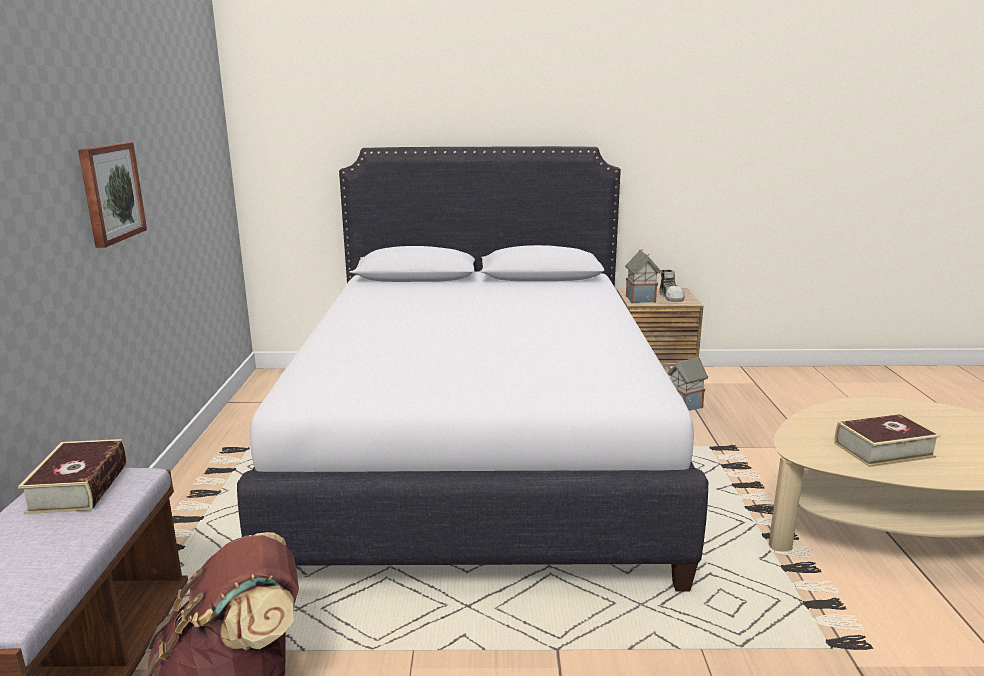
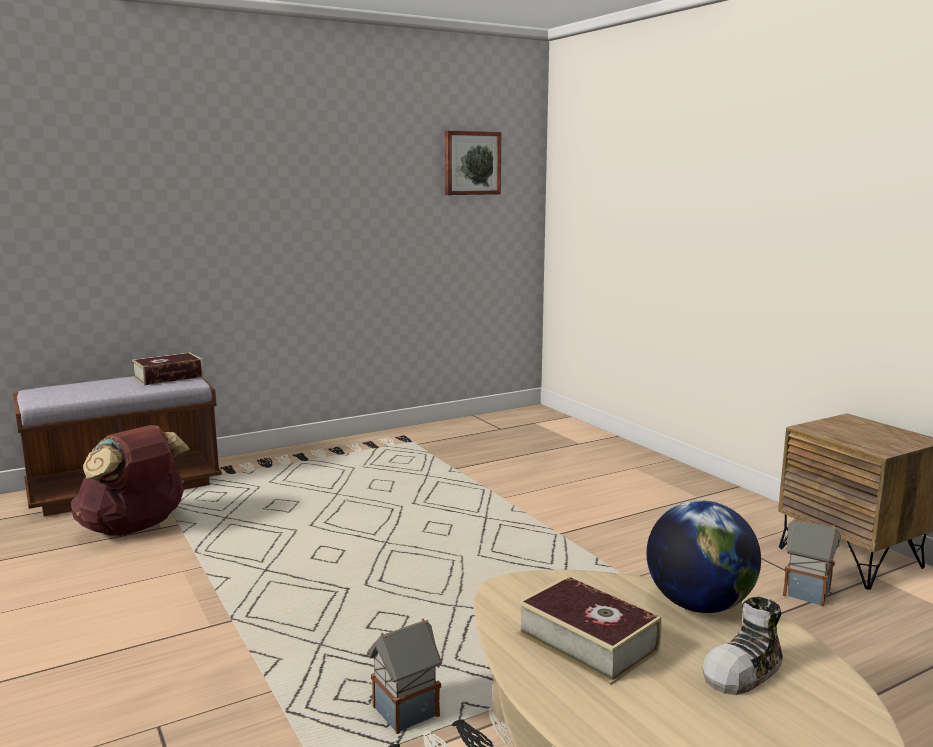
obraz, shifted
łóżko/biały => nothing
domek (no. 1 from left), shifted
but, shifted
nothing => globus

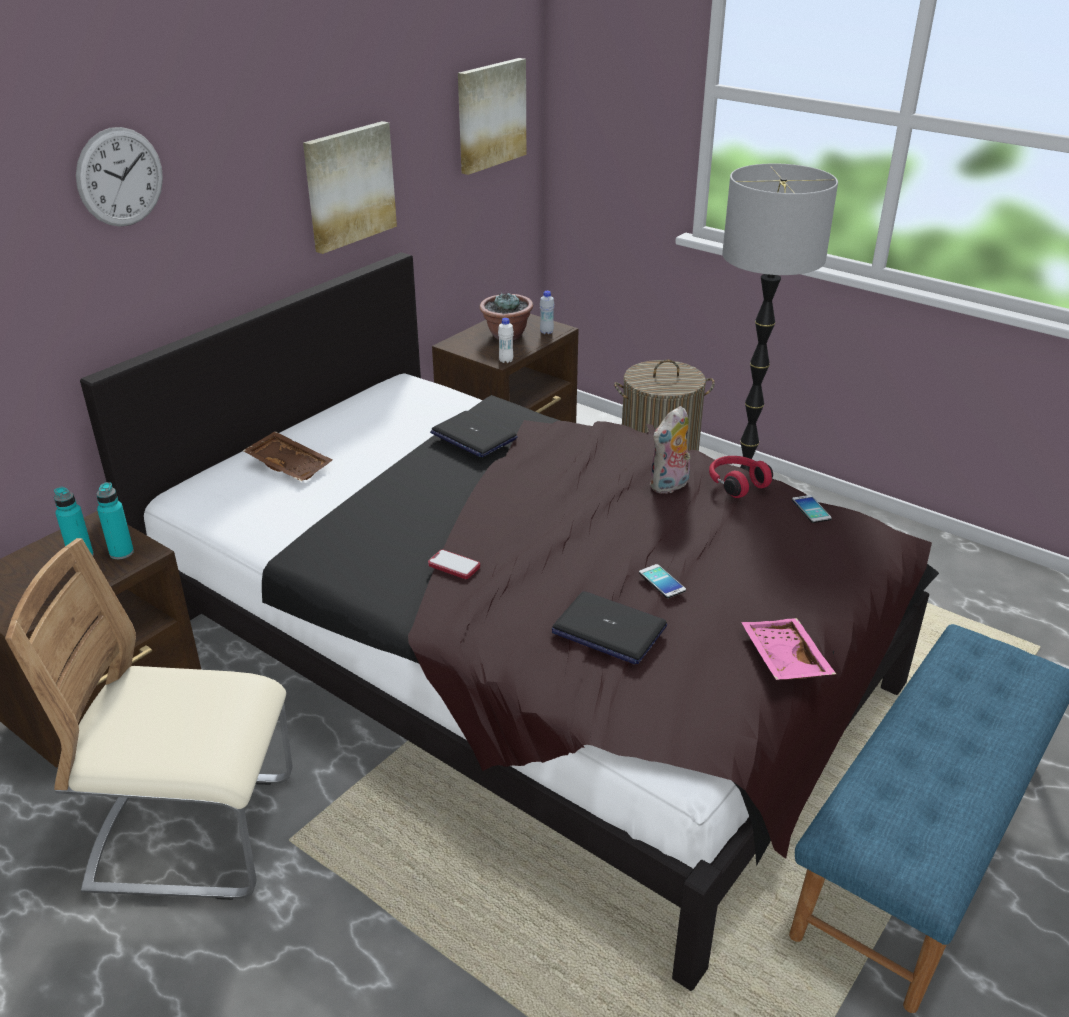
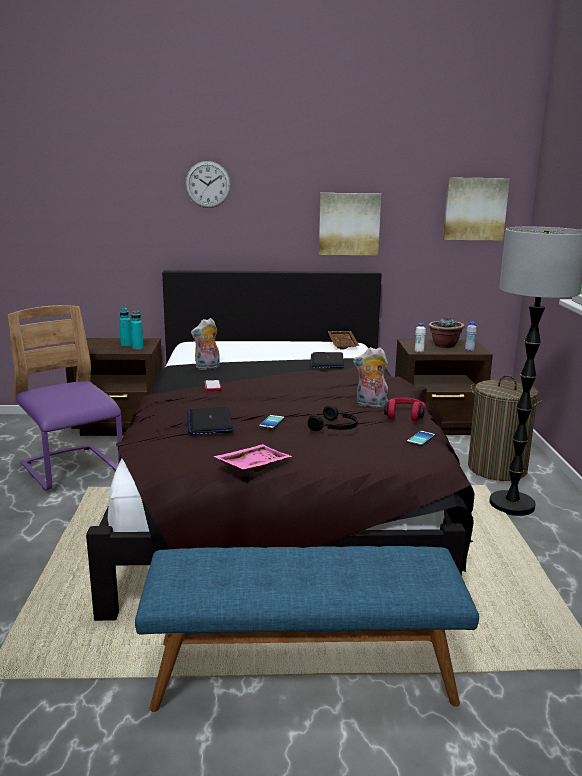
krzesło/beżowy => krzesło/fioletowy
taca/brązowy, shifted
nothing => pluszak (no. 1 from left)
nothing => słuchawki/czarny

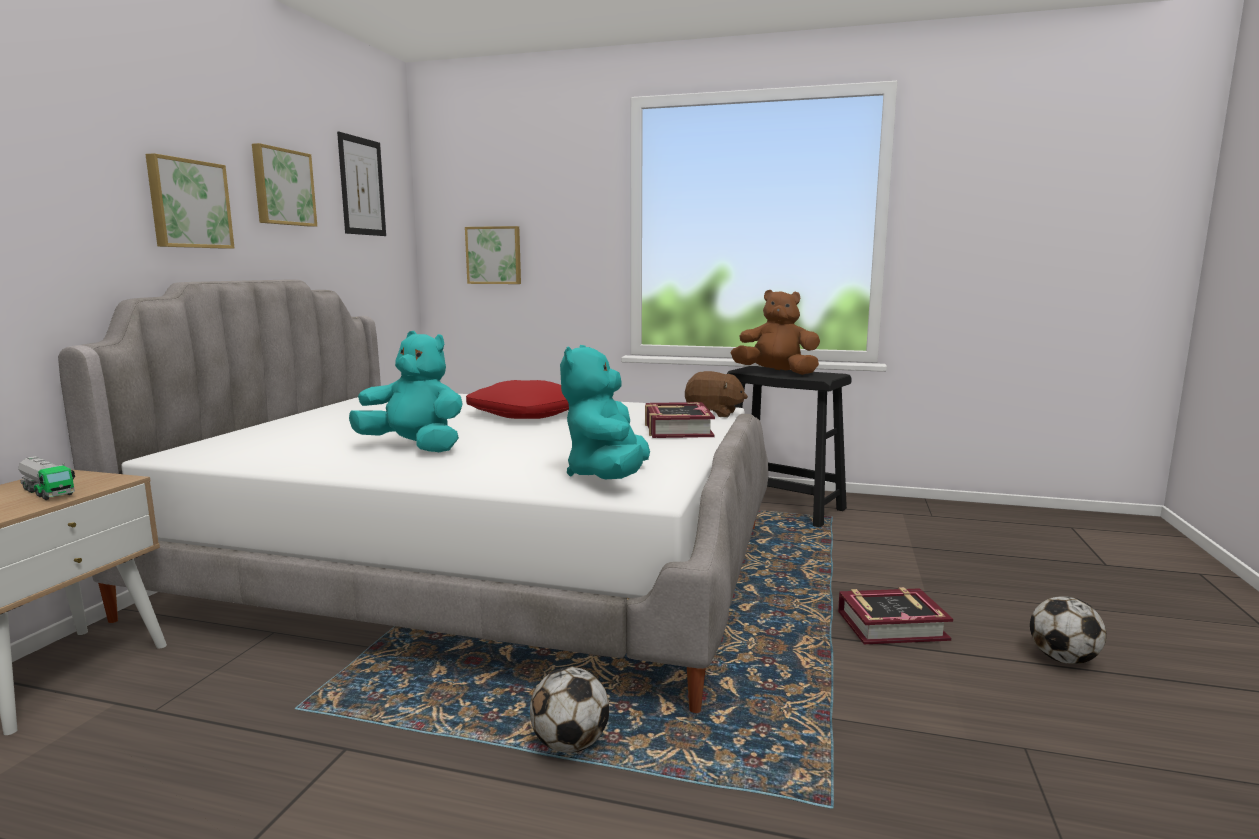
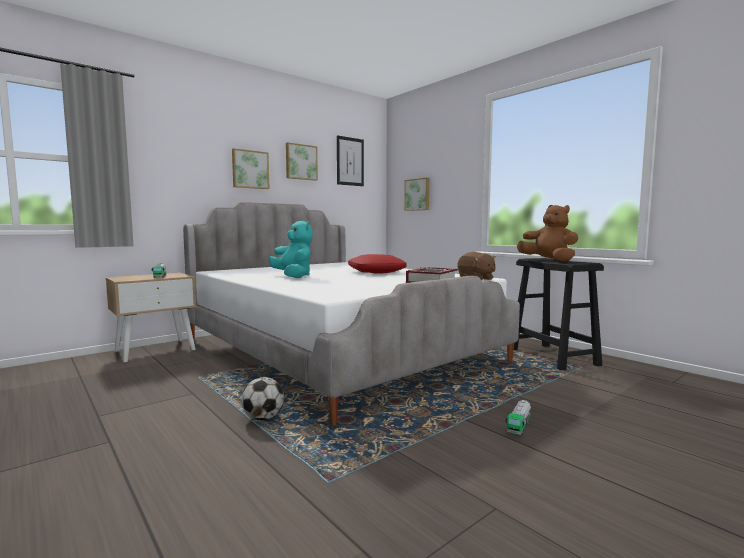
pluszak/turkusowy (no. 2 from left) => nothing
książka (no. 2 from left) => ciężarówka zabawkowa (no. 2 from left)
piłka futbolowa (no. 2 from left) => nothing

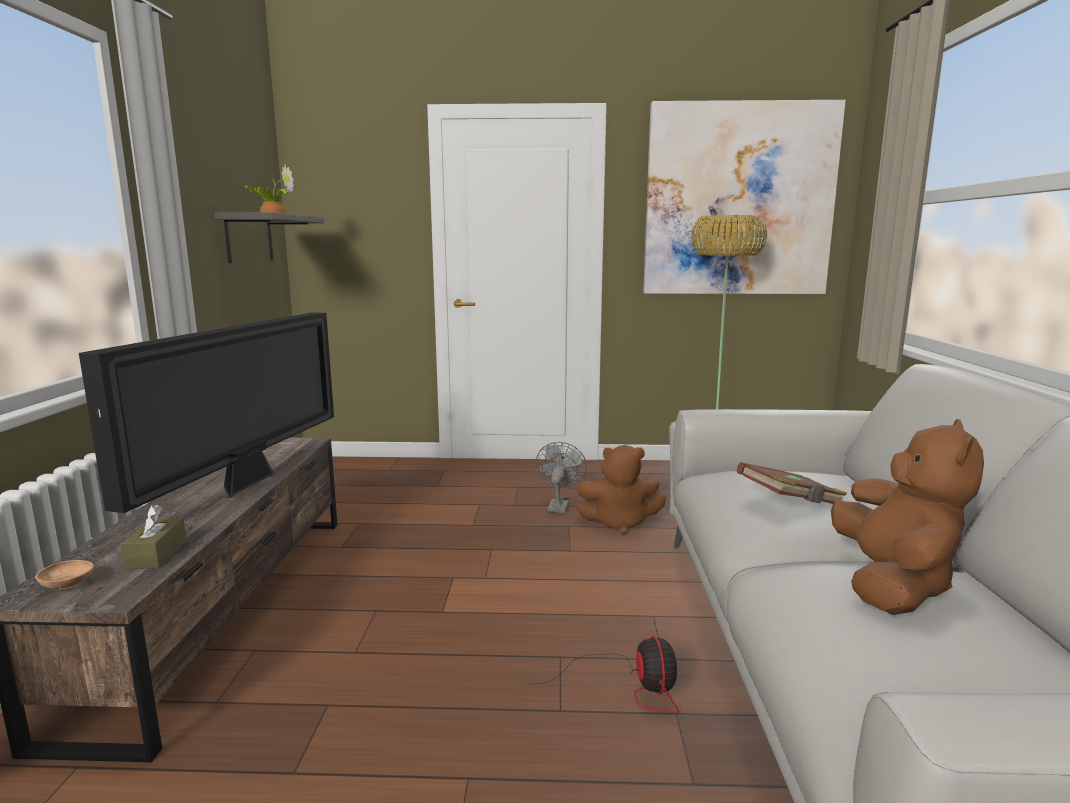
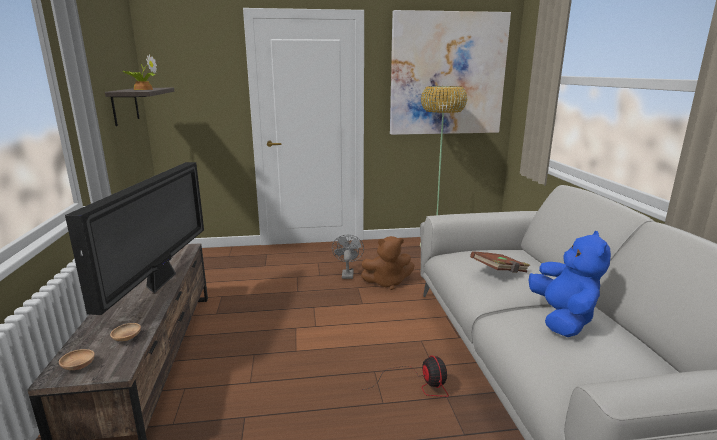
pudełko chusteczek/brązowy => miska/brązowy (no. 2 from left)
pluszak/brązowy (no. 2 from left) => pluszak/niebieski

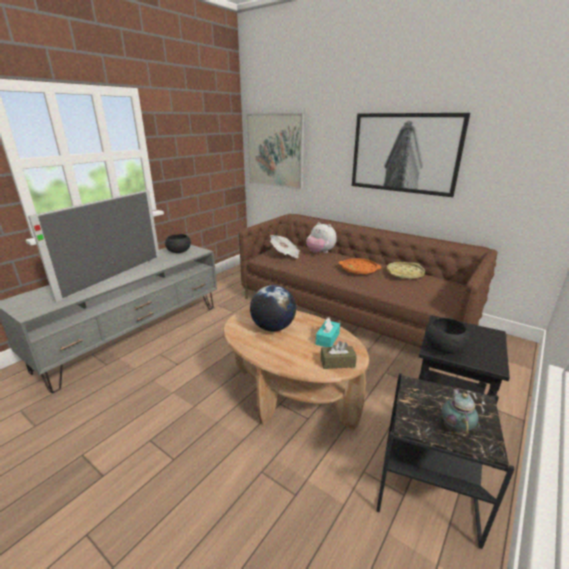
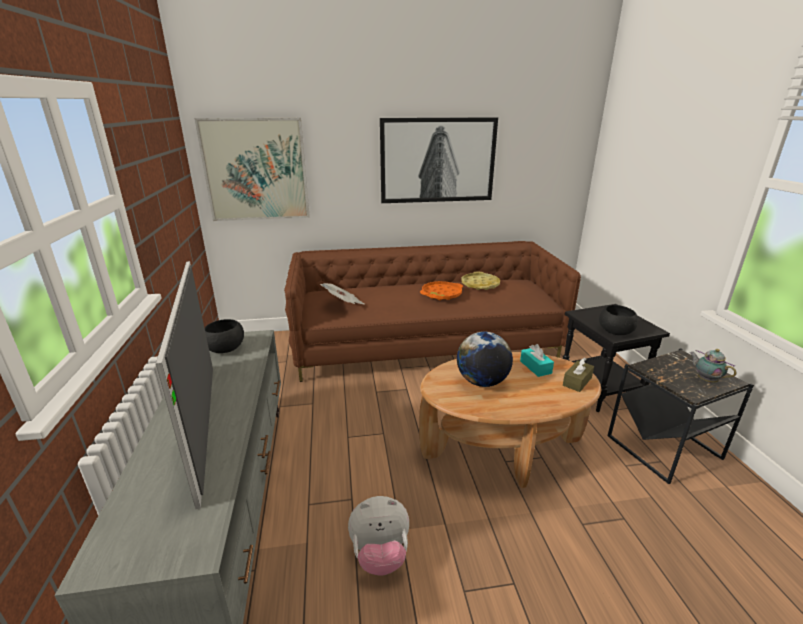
pluszak, shifted

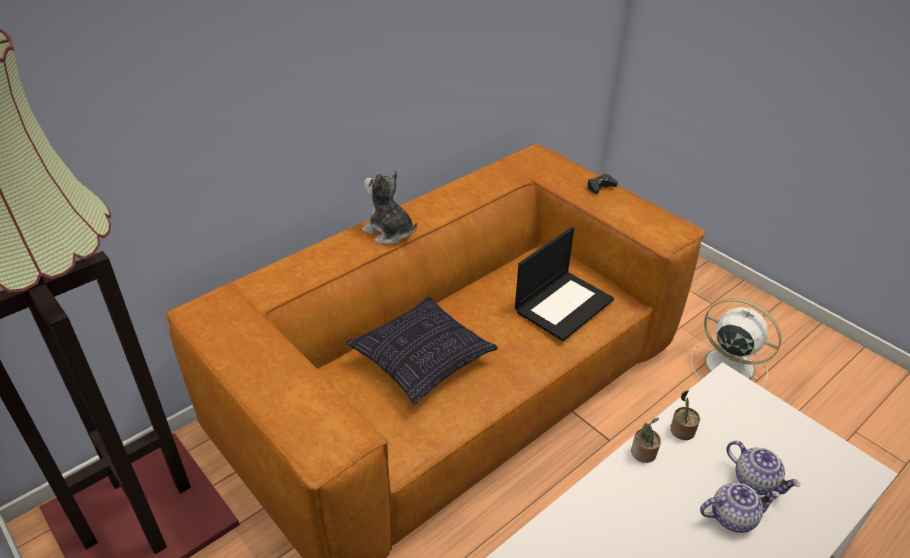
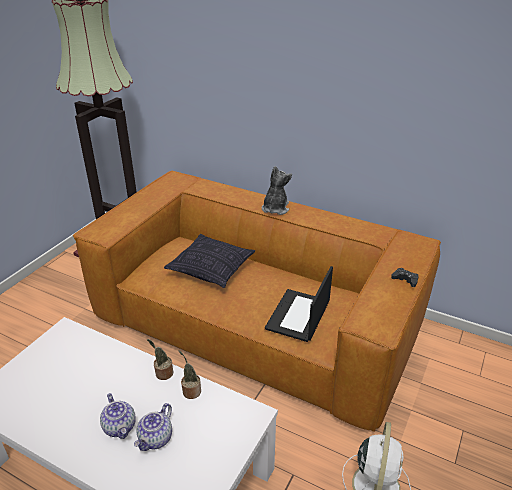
laptop, 90 degrees clockwise

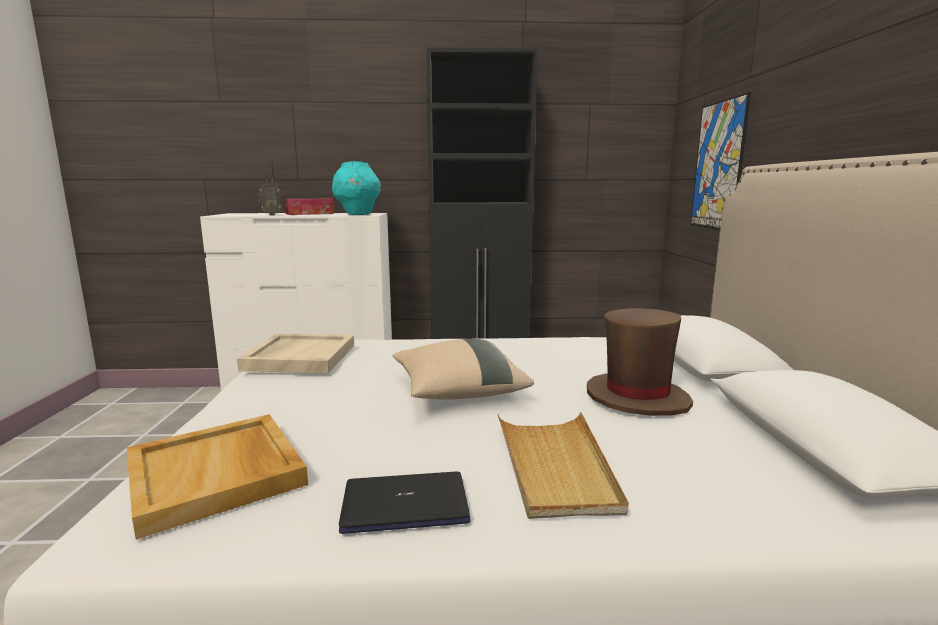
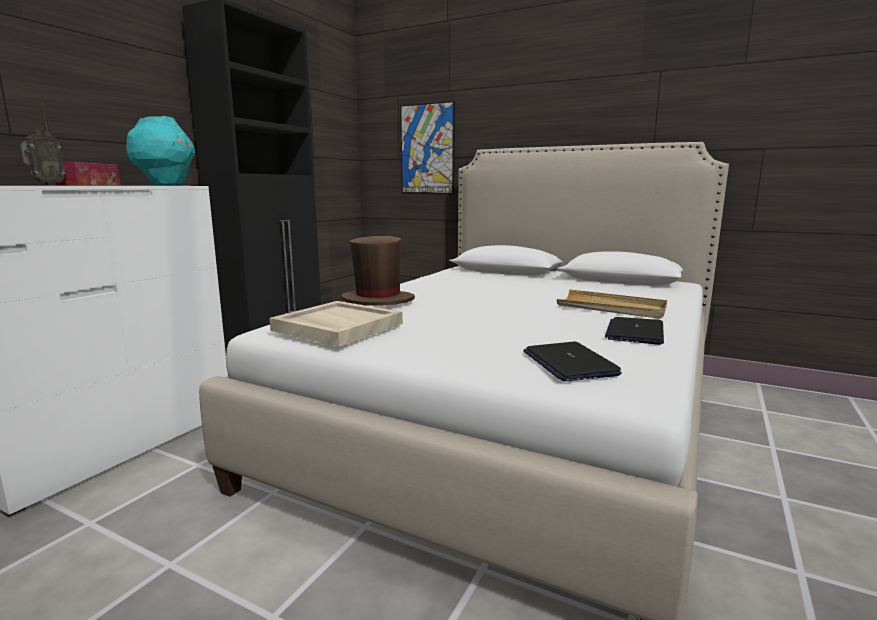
taca/beżowy (no. 1 from left) => laptop (no. 1 from left)
poduszka/beżowy => nothing
kapelusz/brązowy, shifted

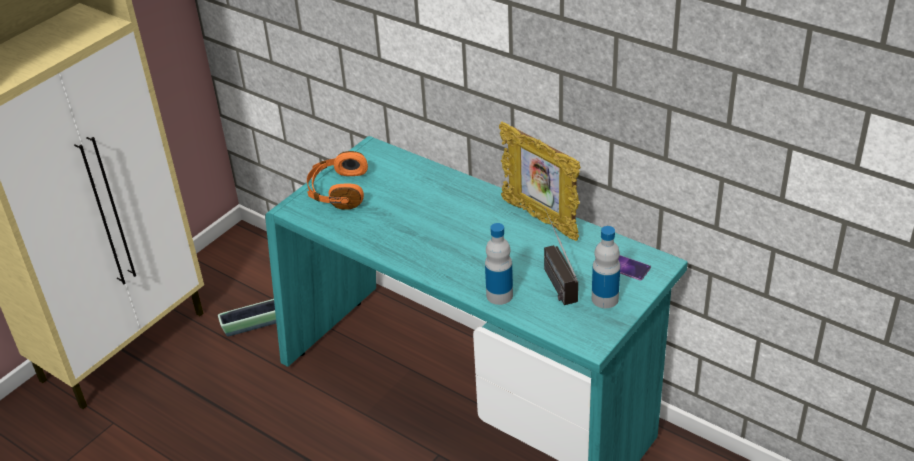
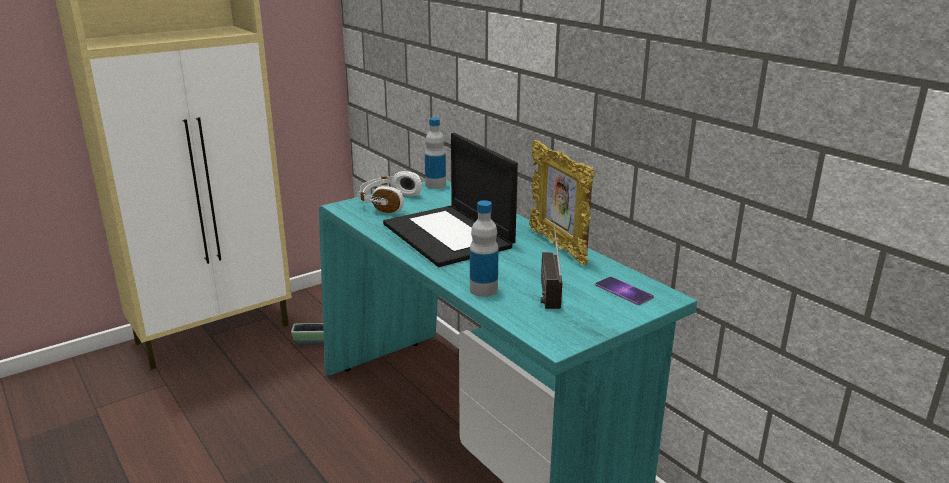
słuchawki/pomarańczowy => słuchawki/biały
butelka (no. 2 from left in the first image) => butelka (no. 1 from left), shifted
nothing => laptop

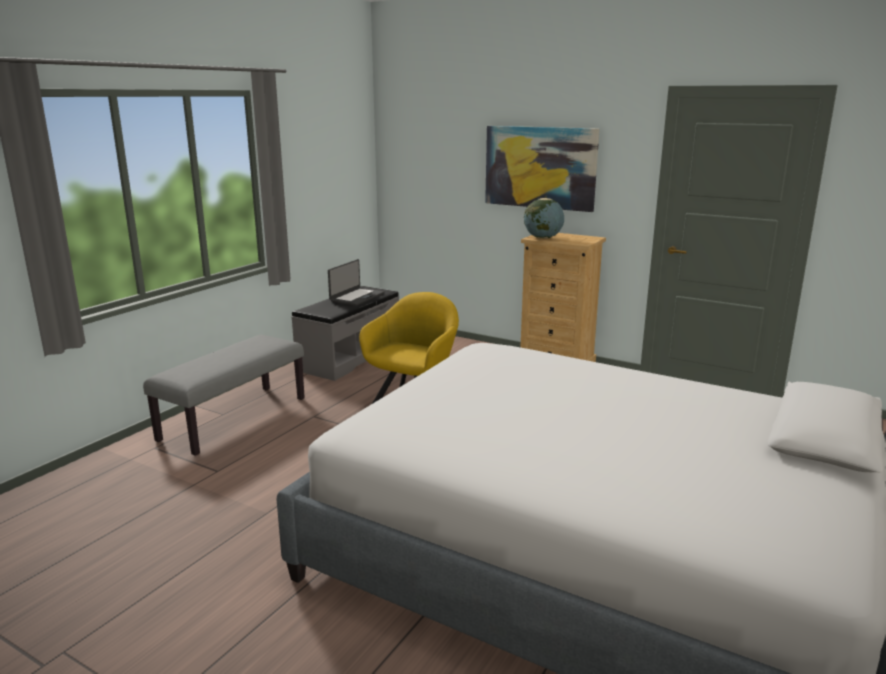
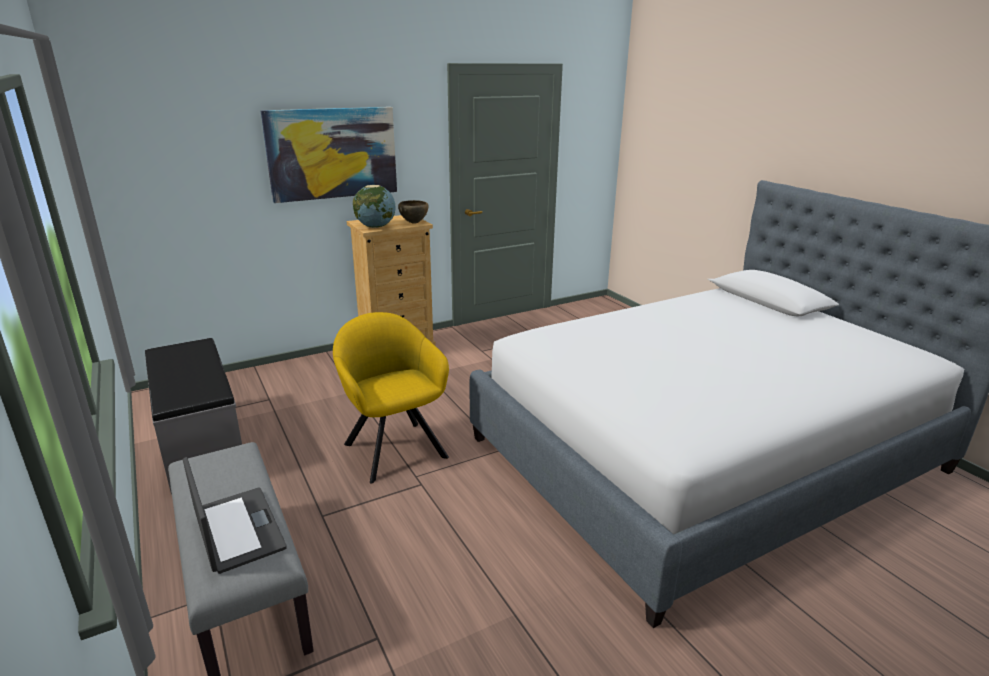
laptop, shifted
nothing => miska/brązowy

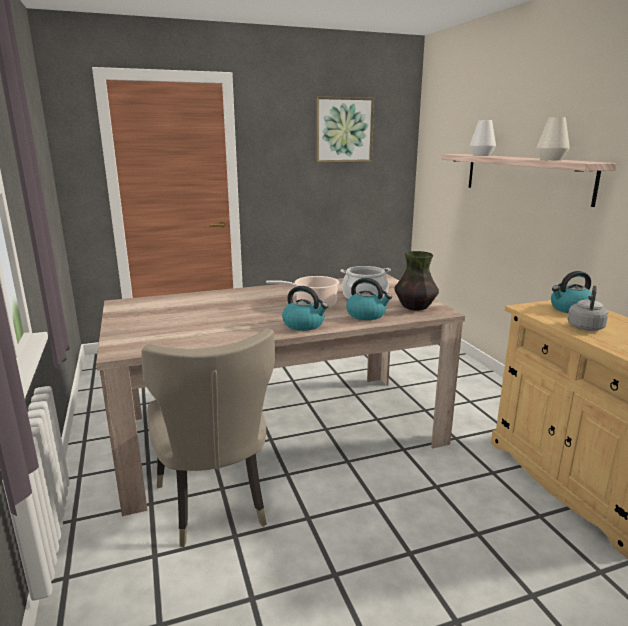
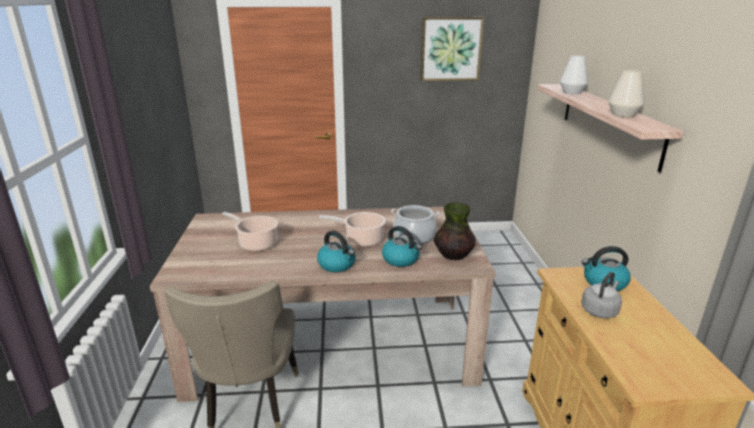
nothing => garnek (no. 1 from left)

